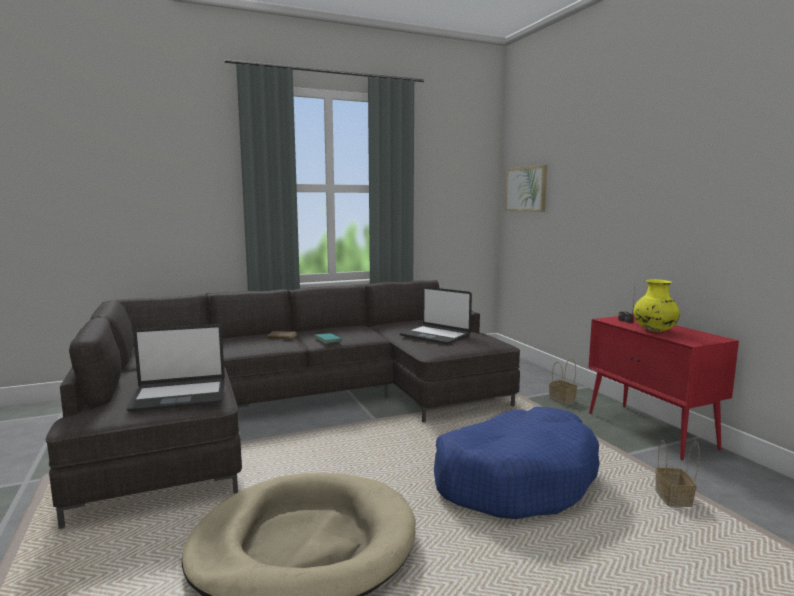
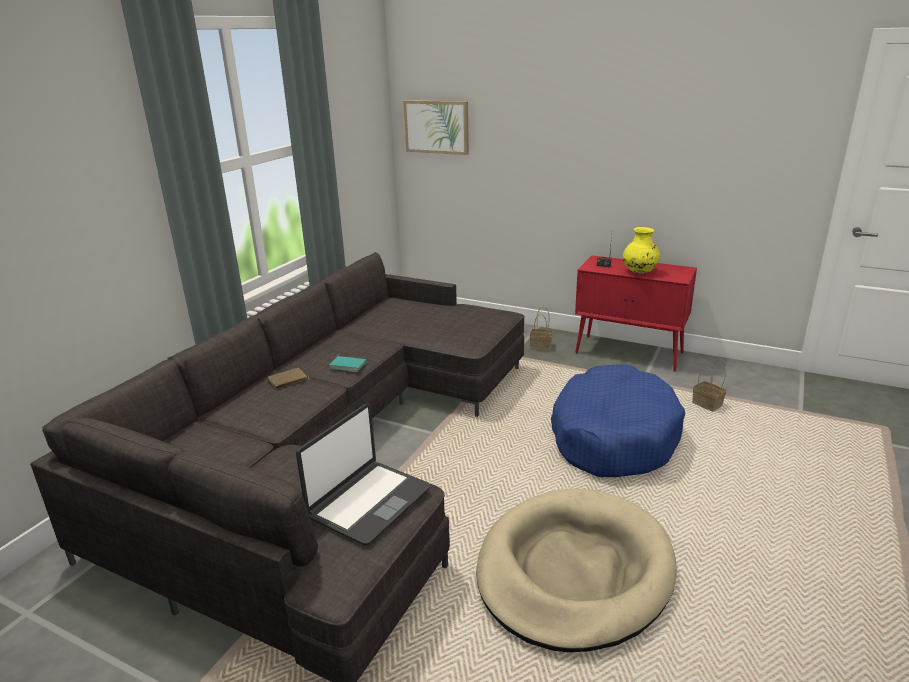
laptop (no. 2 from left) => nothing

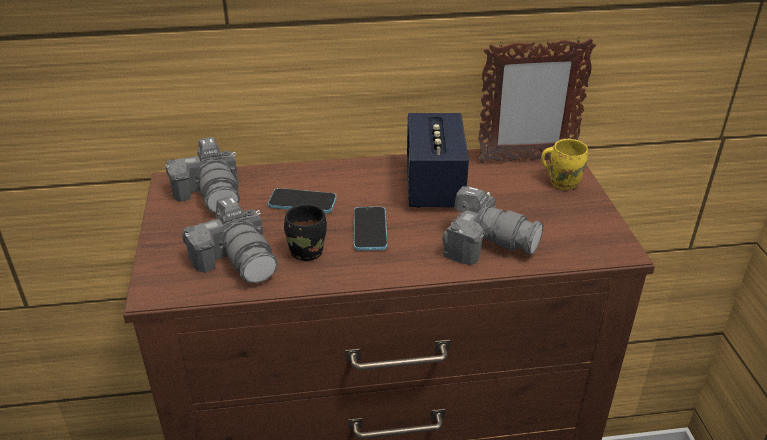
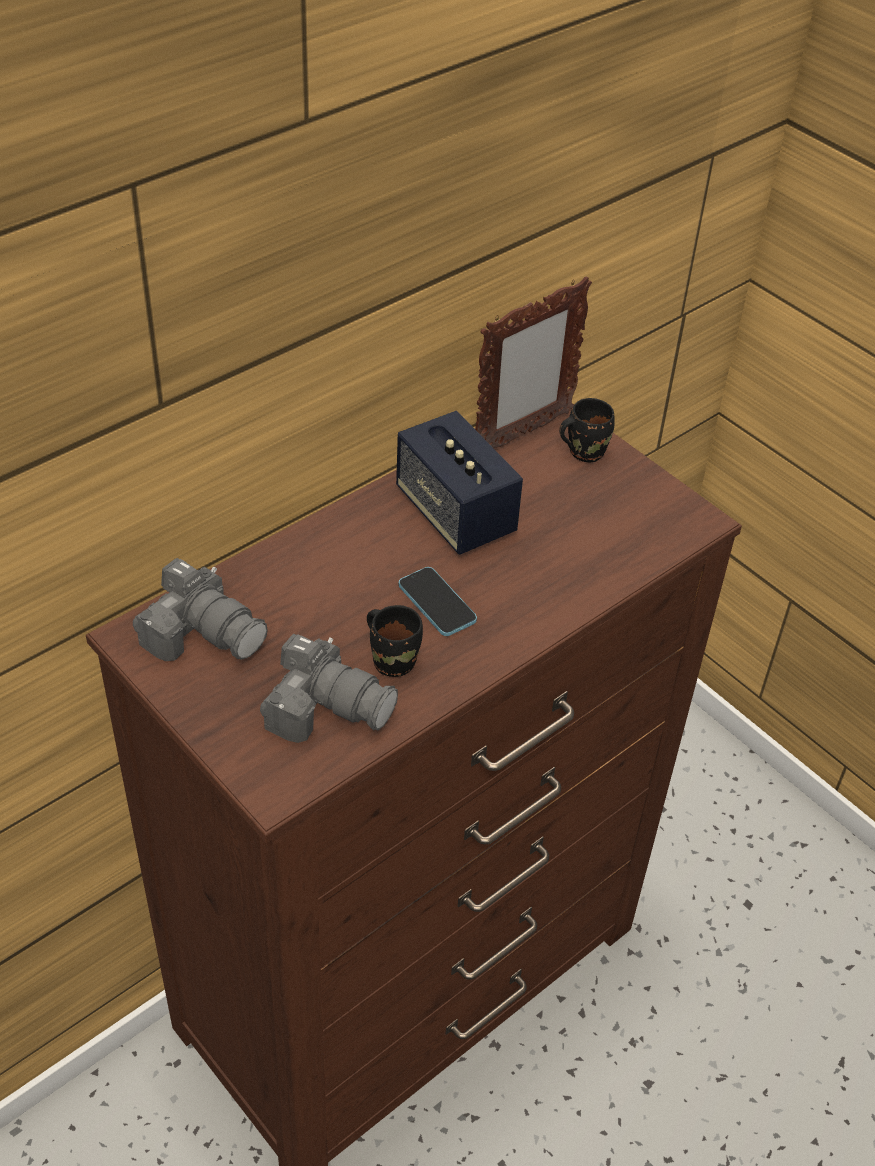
telefon (no. 1 from left) => nothing
aparat fotograficzny (no. 3 from left) => nothing
kubek/żółty => kubek/czarny (no. 2 from left)

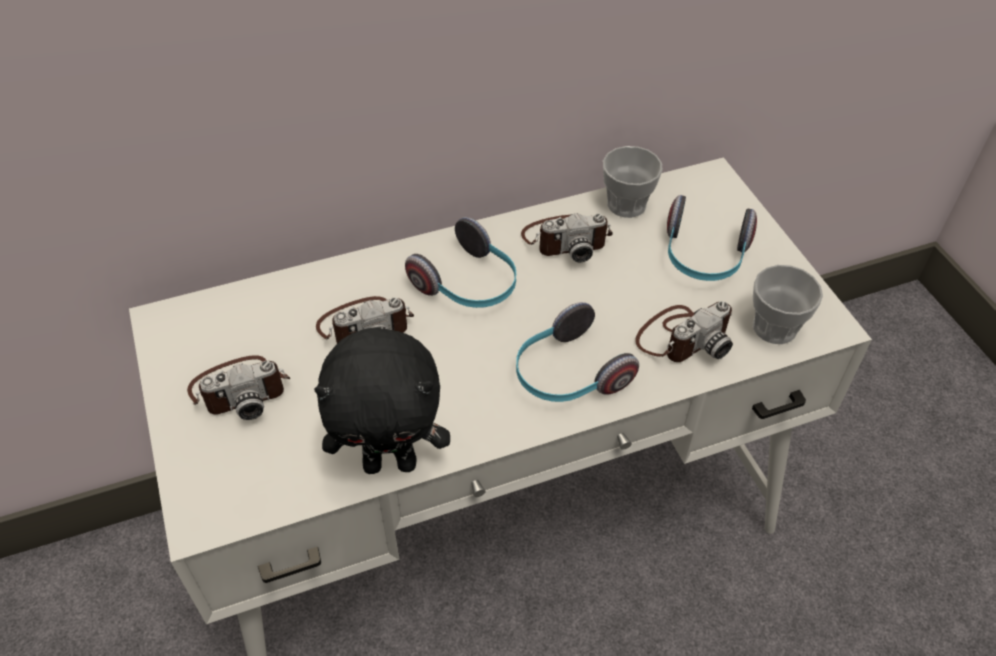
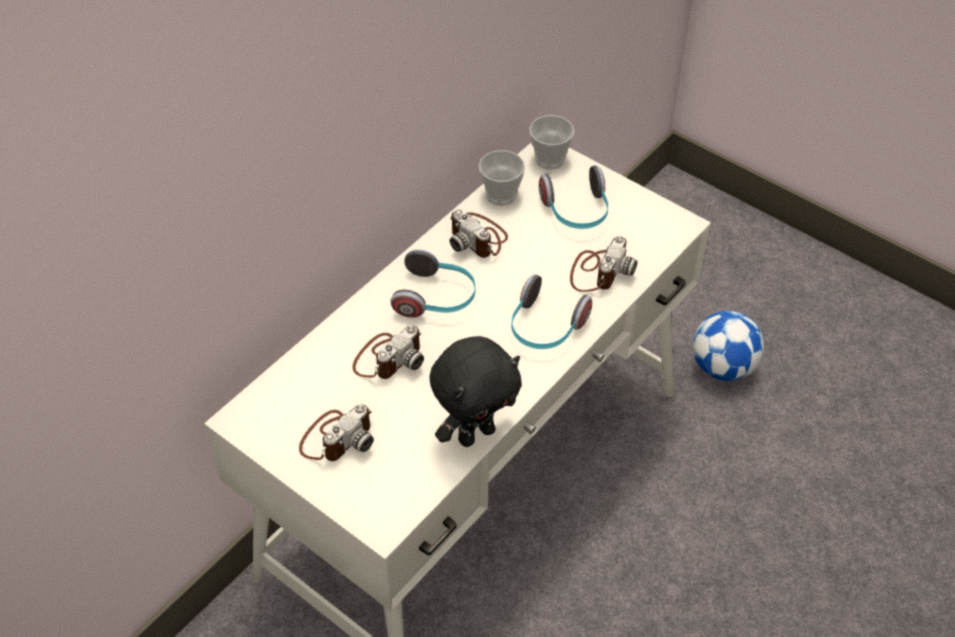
aparat fotograficzny (no. 3 from left), 90 degrees clockwise
filiżanka (no. 2 from left), shifted
nothing => piłka futbolowa

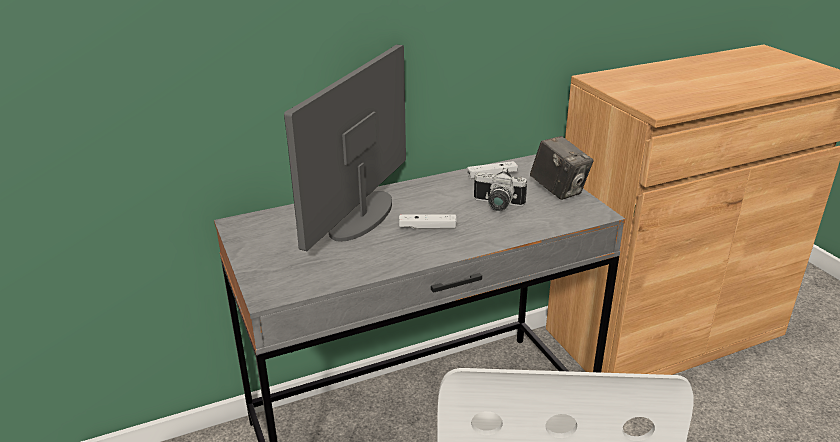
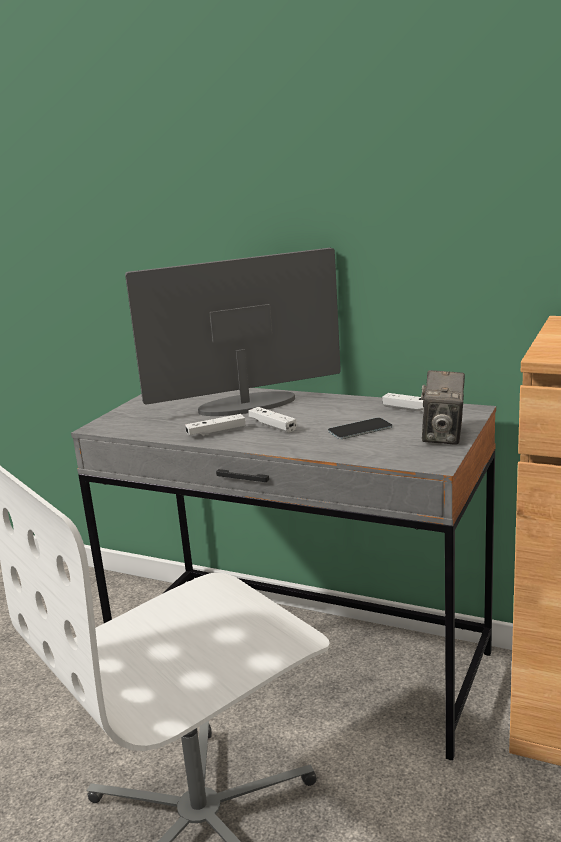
aparat fotograficzny (no. 1 from left) => telefon
nothing => pad do gier/biały (no. 1 from left)

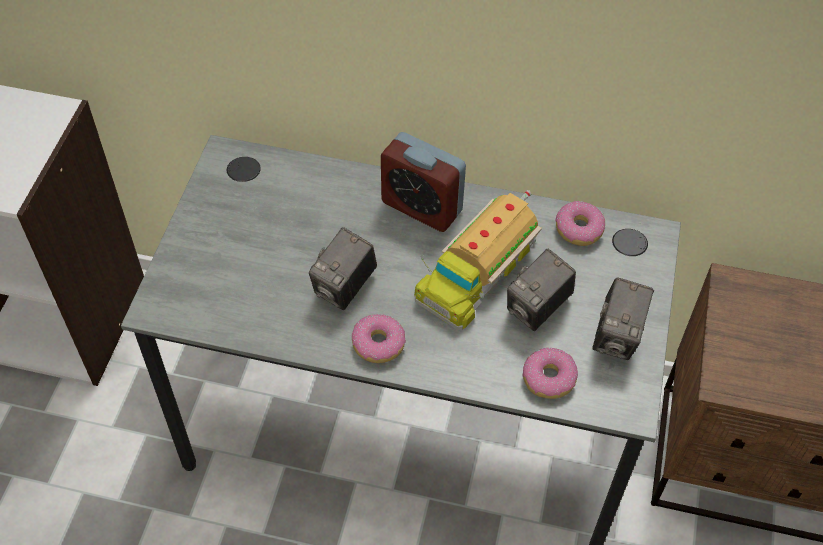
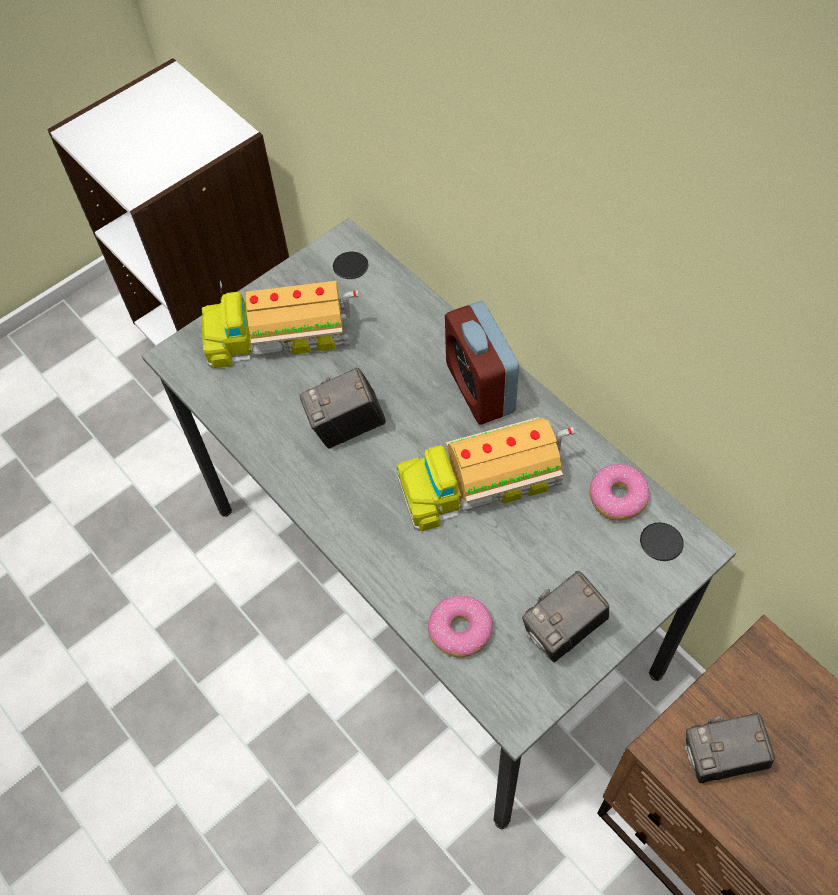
donut (no. 1 from left) => nothing
aparat fotograficzny (no. 2 from left in the first image) => aparat fotograficzny (no. 3 from left), shifted
nothing => ciężarówka zabawkowa (no. 1 from left)

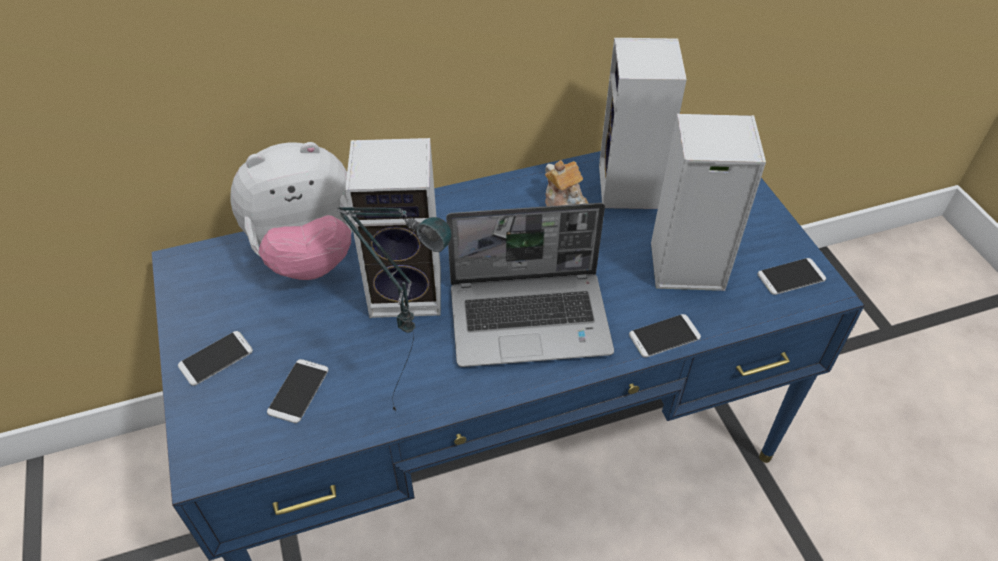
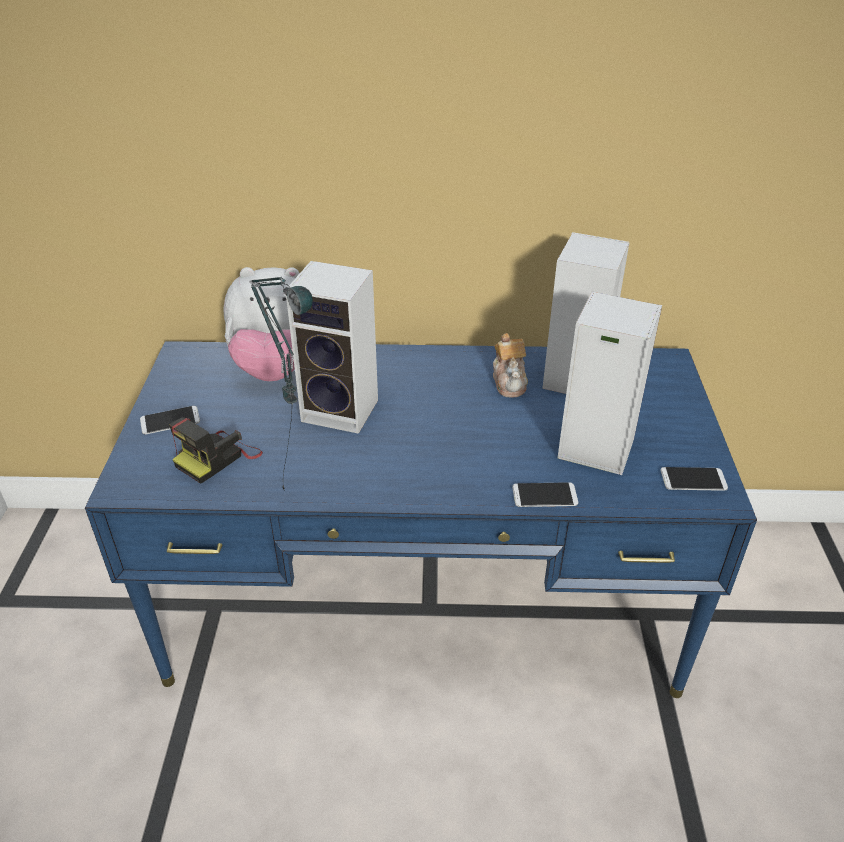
telefon (no. 2 from left) => aparat fotograficzny
laptop => nothing

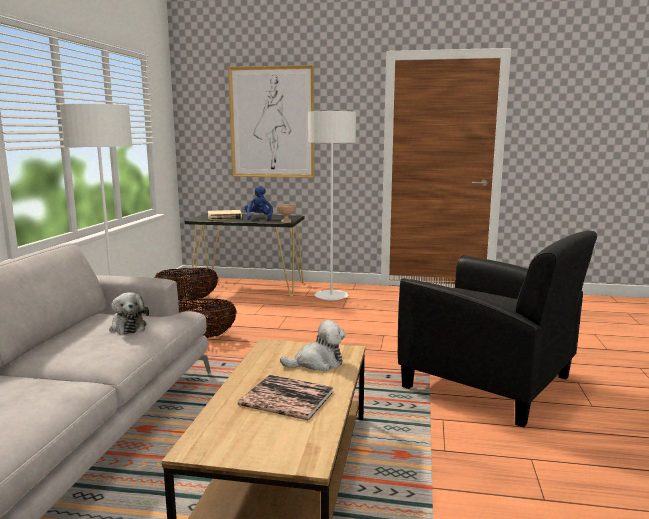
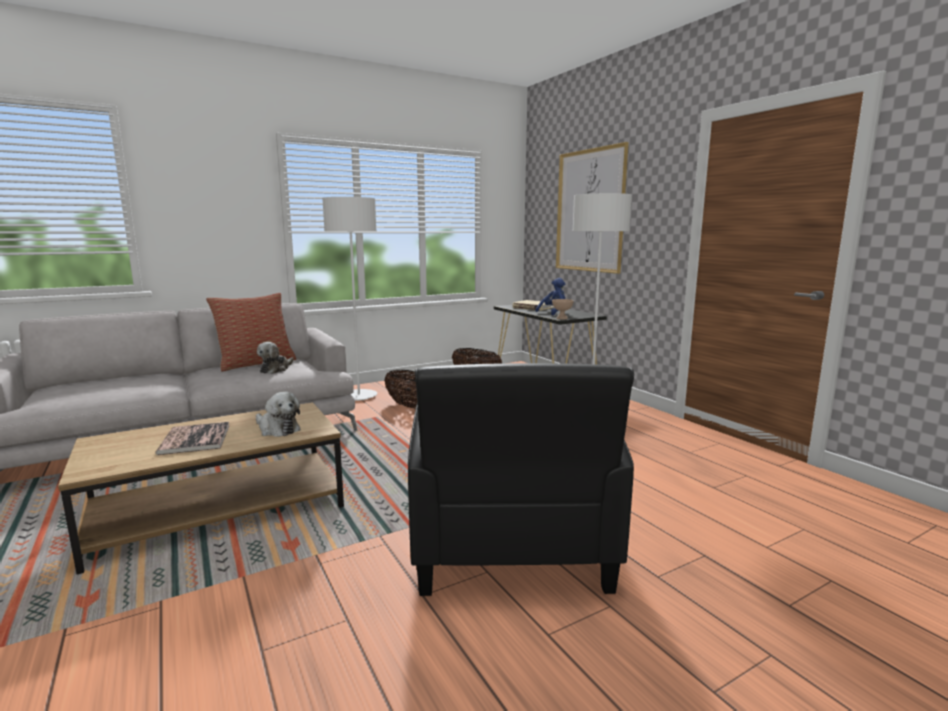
nothing => poduszka

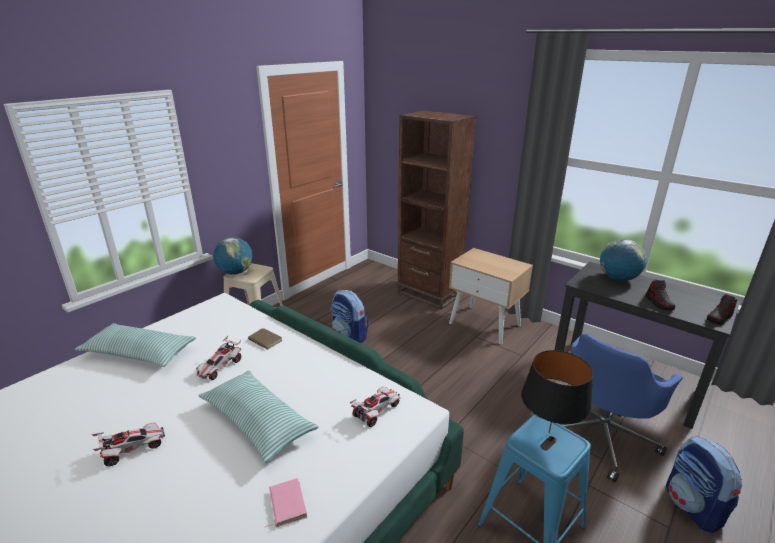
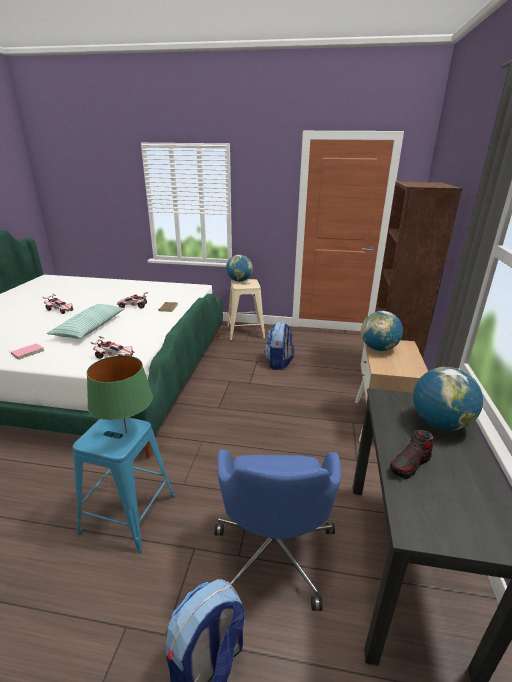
poduszka (no. 1 from left) => nothing
lampa stołowa/czarny => lampa stołowa/zielony
krzesło biurowe/niebieski, 105 degrees counterclockwise
but (no. 2 from left) => nothing
nothing => globus (no. 2 from left)

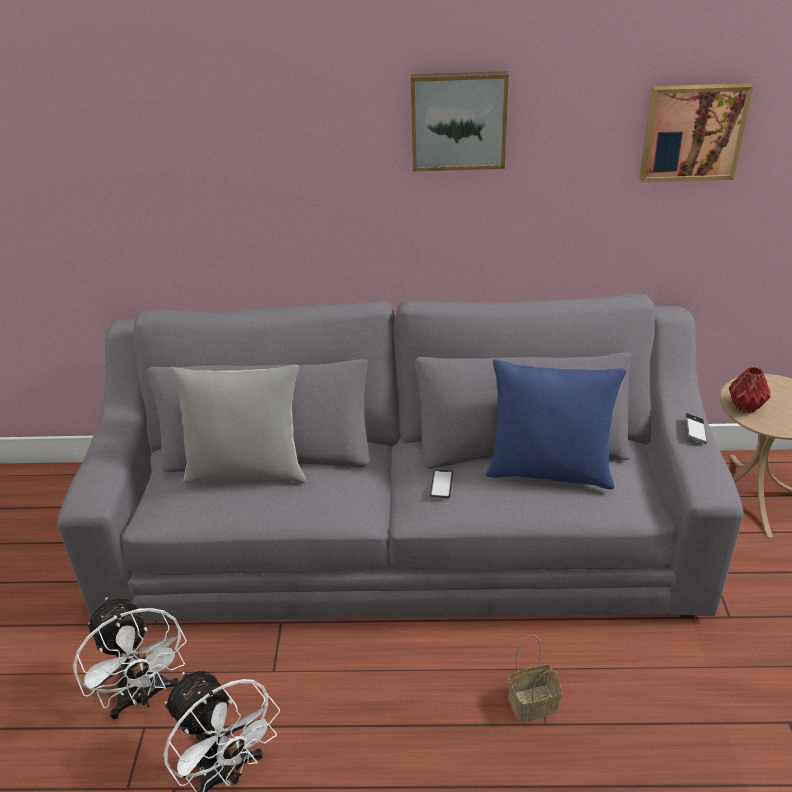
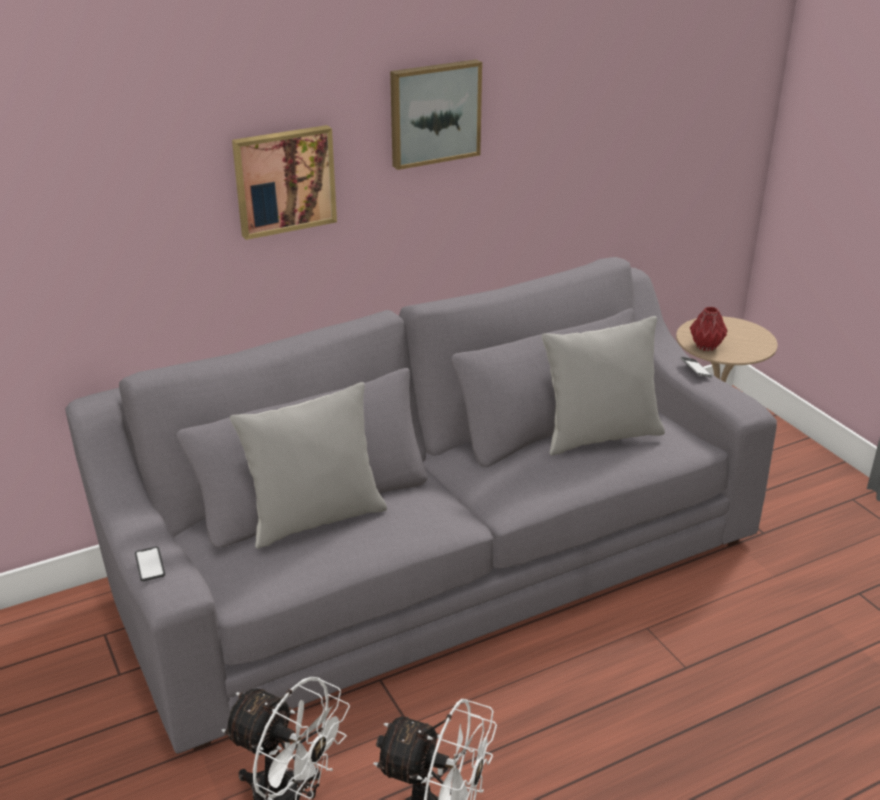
telefon (no. 1 from left), shifted
poduszka/niebieski => poduszka/szary (no. 2 from left)
koszyk => nothing
obraz (no. 2 from left in the first image) => obraz (no. 1 from left), shifted

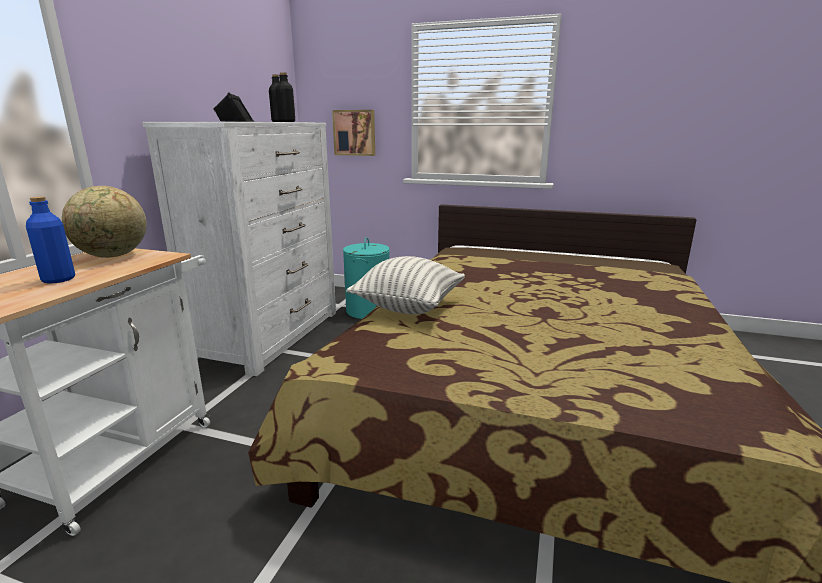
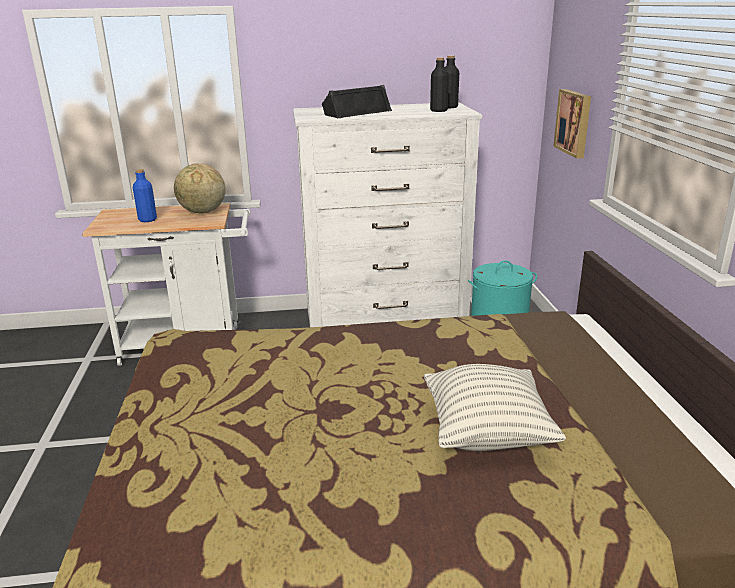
poduszka, shifted

